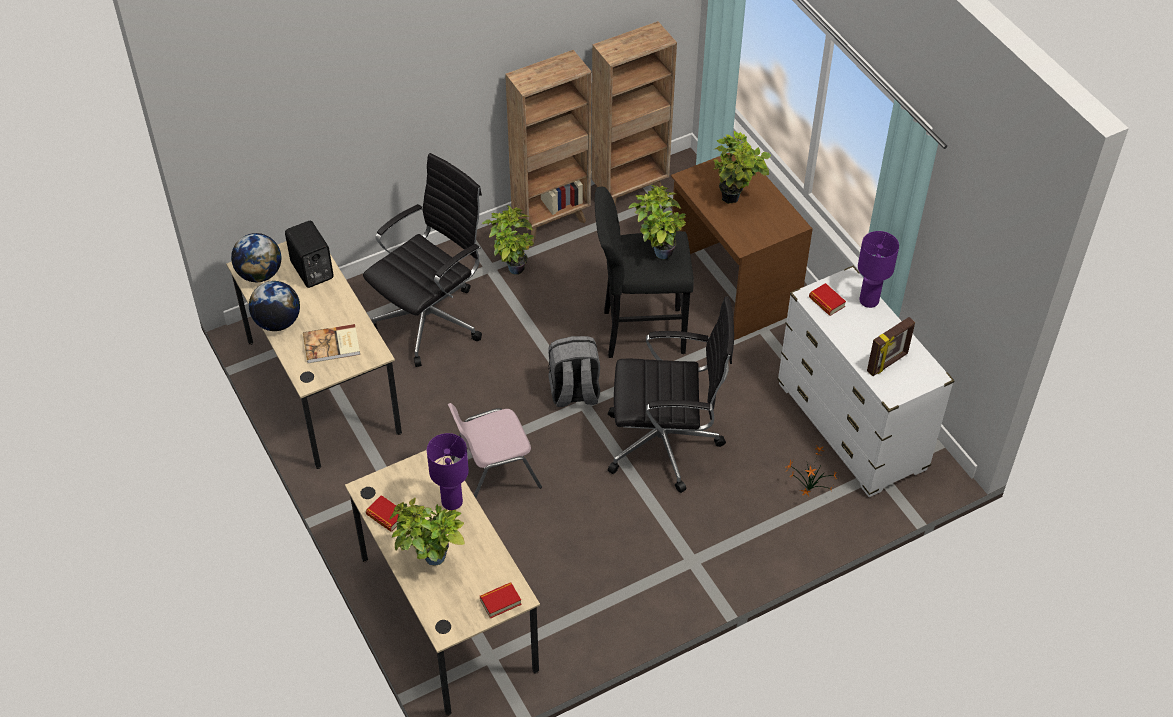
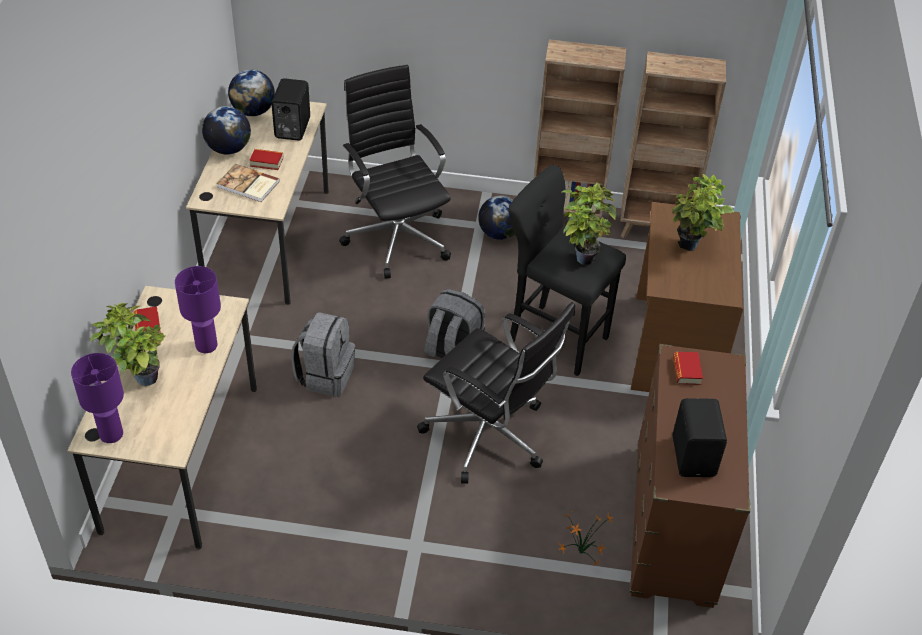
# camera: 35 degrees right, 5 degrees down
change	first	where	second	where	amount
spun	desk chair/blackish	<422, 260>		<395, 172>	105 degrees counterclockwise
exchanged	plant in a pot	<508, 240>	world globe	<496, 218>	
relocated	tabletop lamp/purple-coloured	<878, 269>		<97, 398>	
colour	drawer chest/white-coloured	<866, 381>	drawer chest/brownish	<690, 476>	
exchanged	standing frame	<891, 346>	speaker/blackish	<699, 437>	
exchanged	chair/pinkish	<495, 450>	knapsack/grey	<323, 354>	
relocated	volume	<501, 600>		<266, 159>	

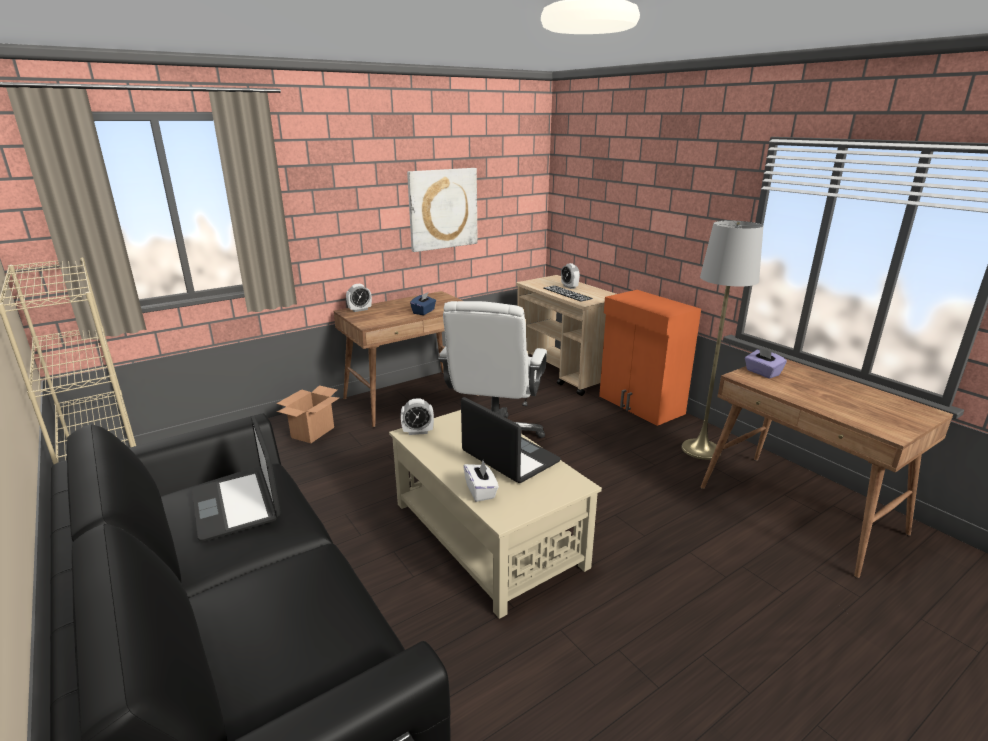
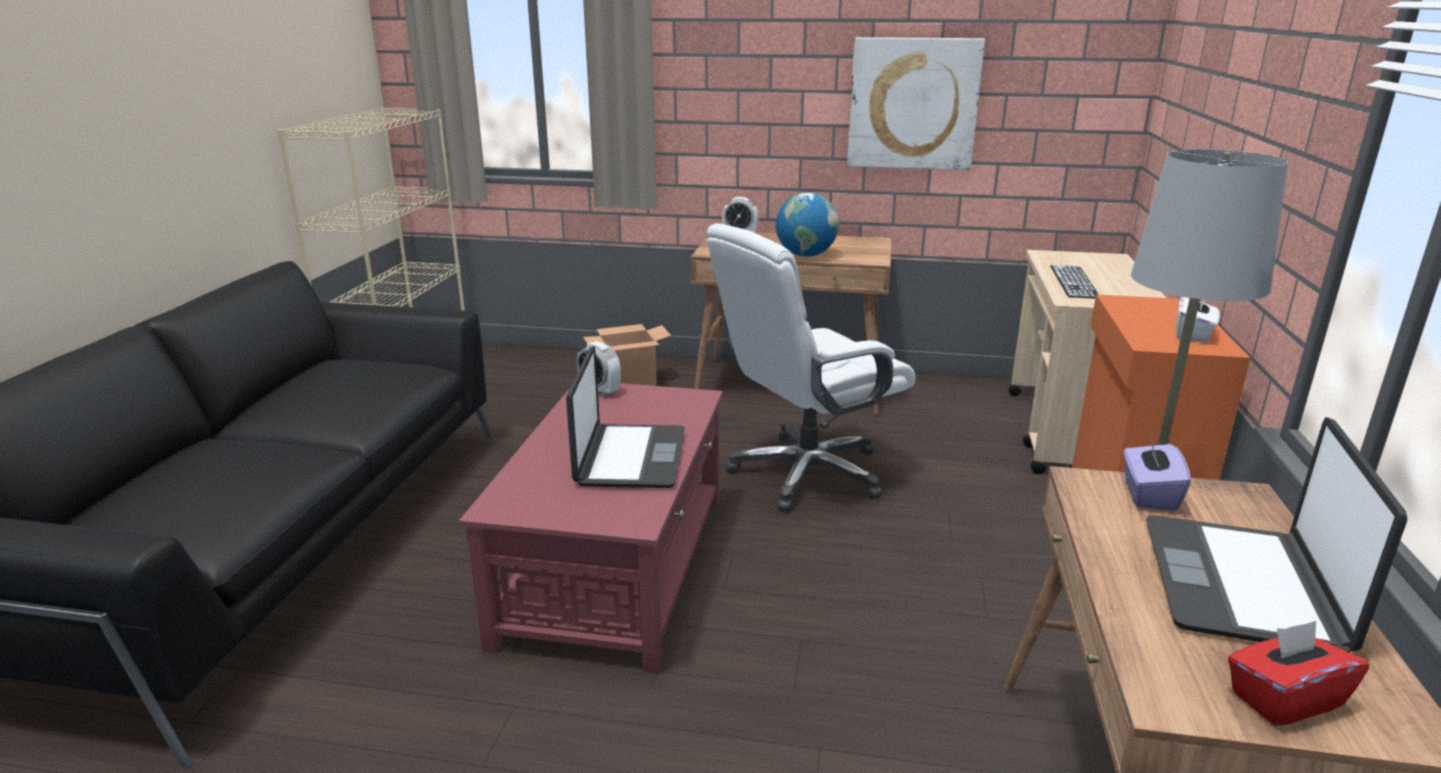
# camera: 45 degrees right, 0 degrees up
change	first	where	second	where	amount
missing	alarm clock	<570, 276>			
exchanged	tissue box/bluish	<423, 304>	world globe	<807, 225>	
colour	coffee table/sand-coloured	<495, 514>	coffee table/red	<591, 528>	
relocated	portable computer	<236, 479>		<1276, 535>	
relocated	tissue box/white-coloured	<481, 481>		<1198, 320>	
appeared			tissue box/red	<1298, 673>	

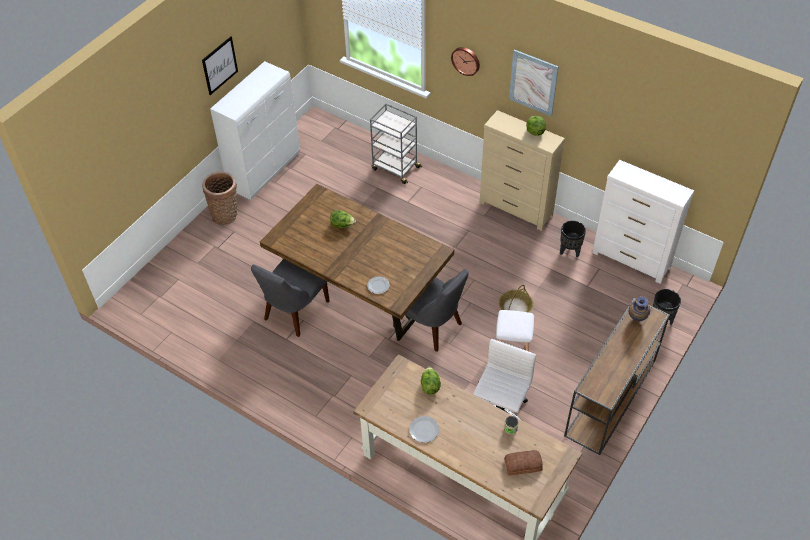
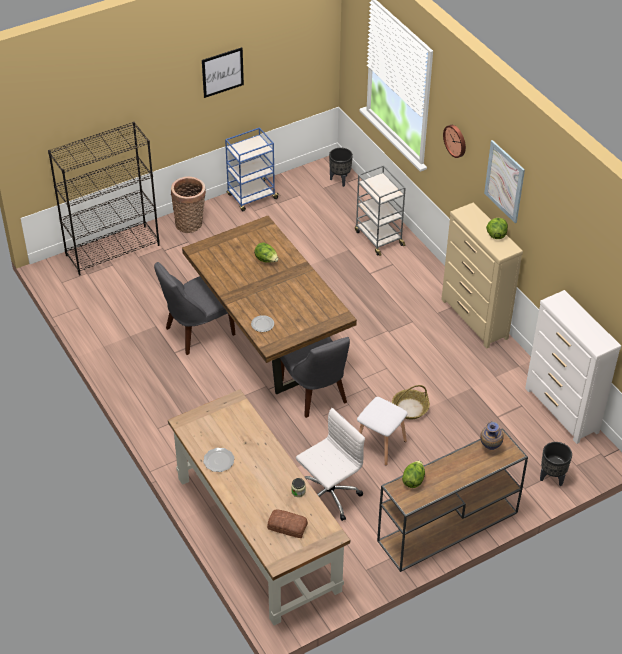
# camera: 25 degrees right, 5 degrees down
change	first	where	second	where	amount
exchanged	cupboard/white-coloured	<255, 130>	trolley/bluish	<252, 169>	
relocated	plant pot/blackish	<573, 238>		<341, 167>	
relocated	lettuce	<431, 381>		<413, 474>	
appeared			bookcase/blackish	<104, 198>	

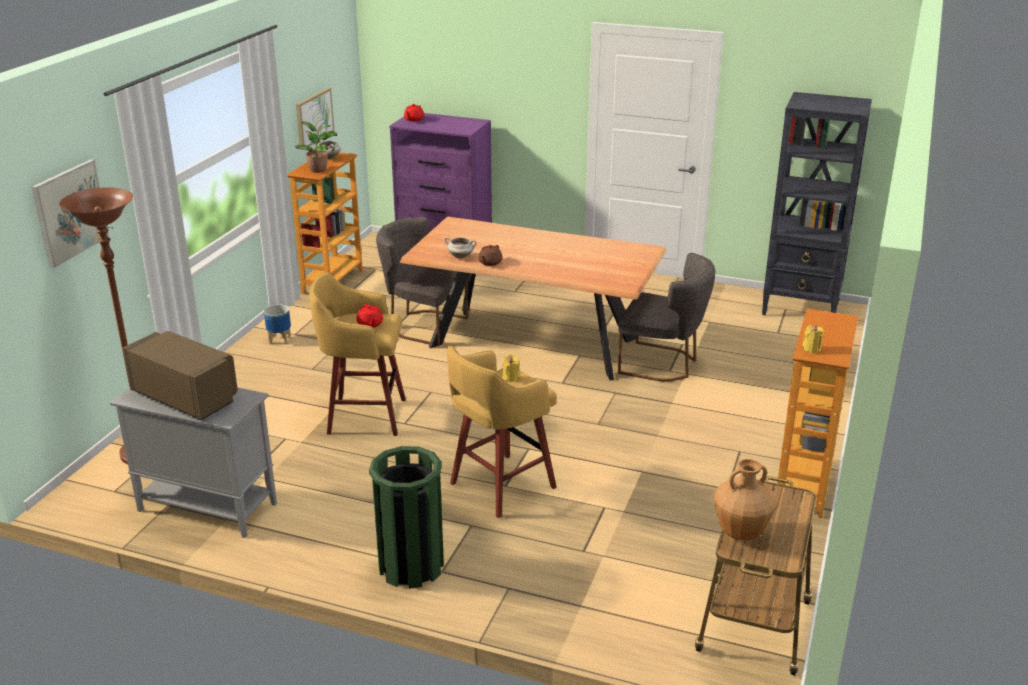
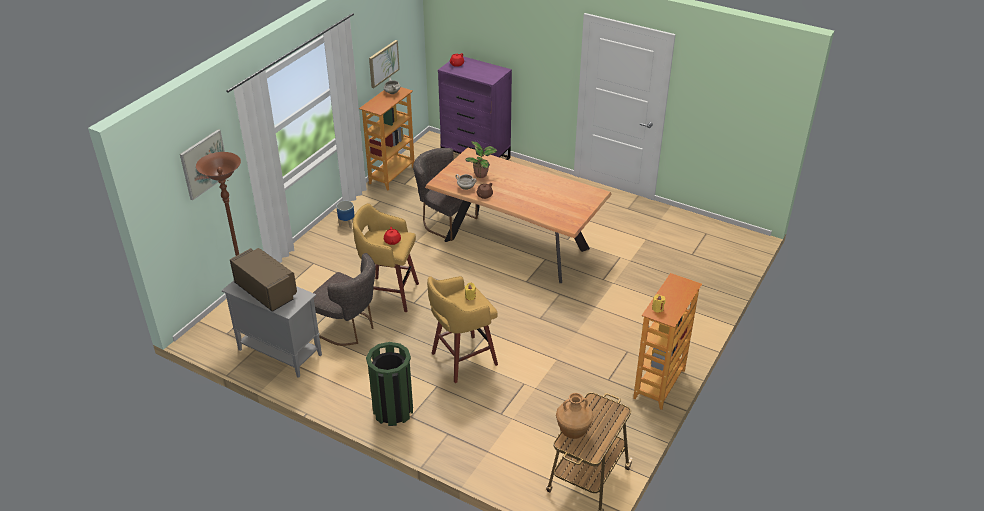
# camera: 10 degrees right, 10 degrees up
change	first	where	second	where	amount
missing	bookcase/blackish	<817, 203>			
relocated	plant in a pot	<316, 147>		<481, 159>	
relocated	chair/grey	<666, 317>		<344, 299>	

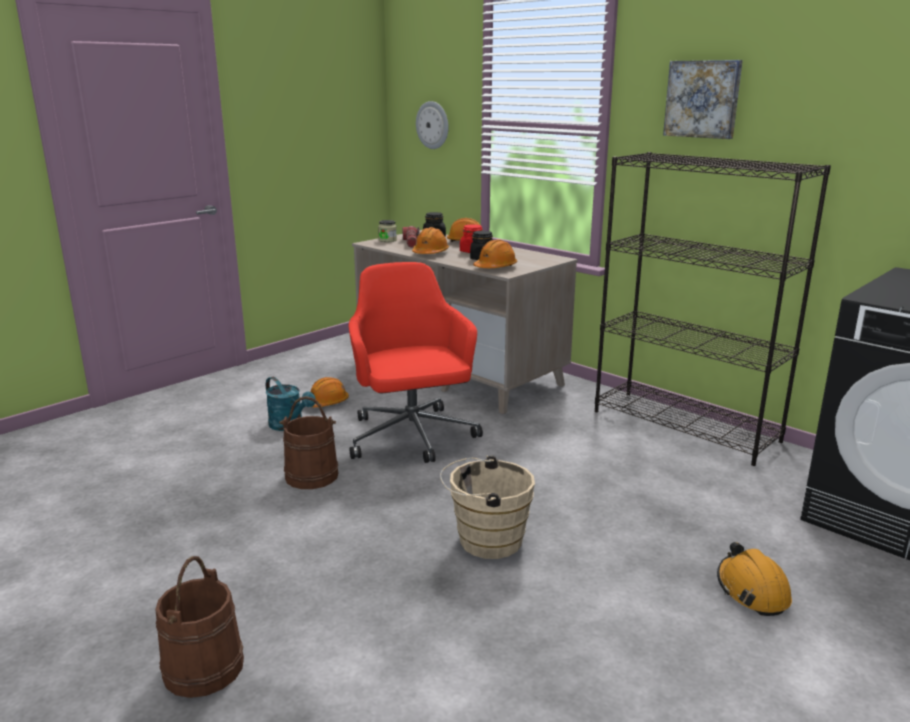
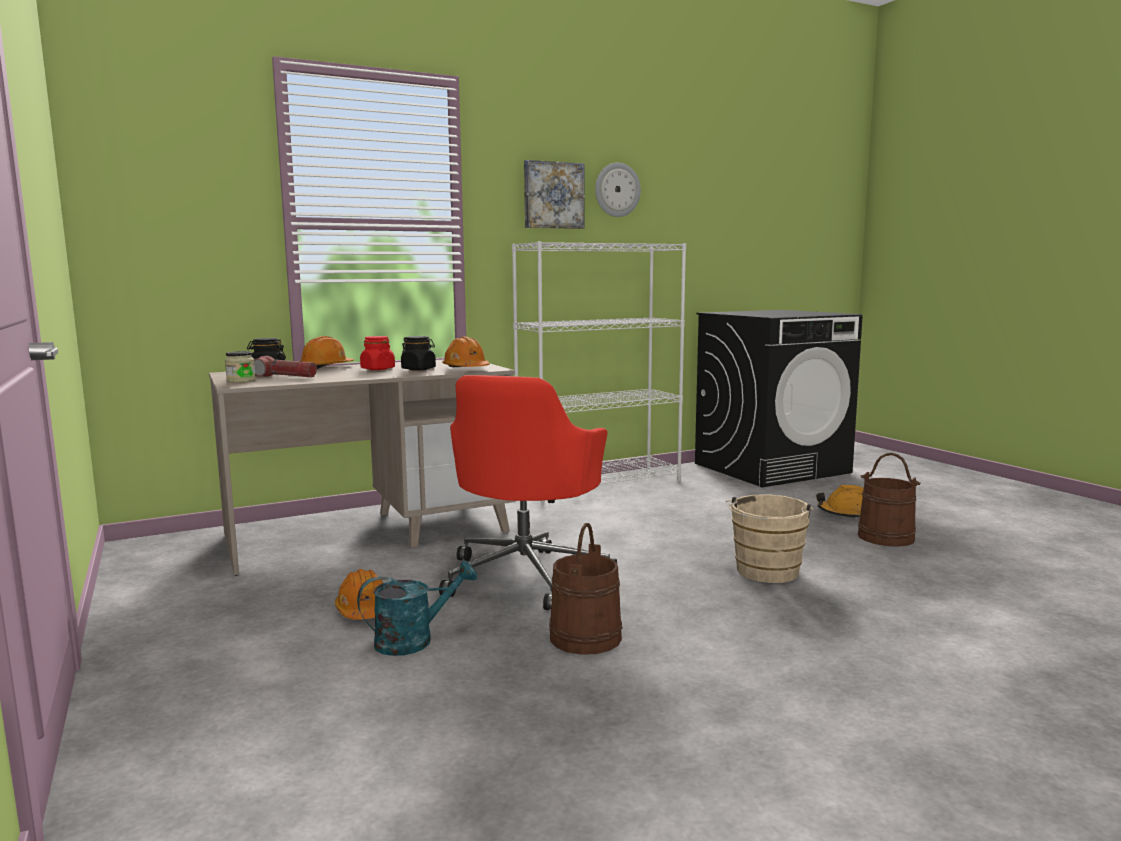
# camera: 70 degrees left, 10 degrees down
change	first	where	second	where	amount
relocated	hanging clock	<432, 125>		<618, 189>	
colour	bookcase/blackish	<713, 309>	bookcase/white-coloured	<599, 371>	
missing	hard hat/orange-coloured	<430, 240>			
spun	desk chair/red	<415, 362>		<528, 492>	75 degrees counterclockwise
relocated	water bucket/brownish	<199, 627>		<889, 500>	

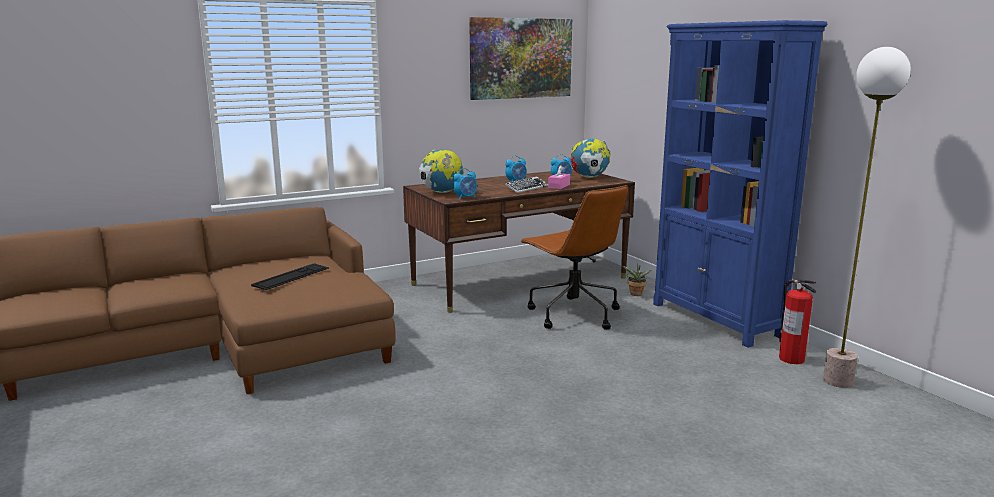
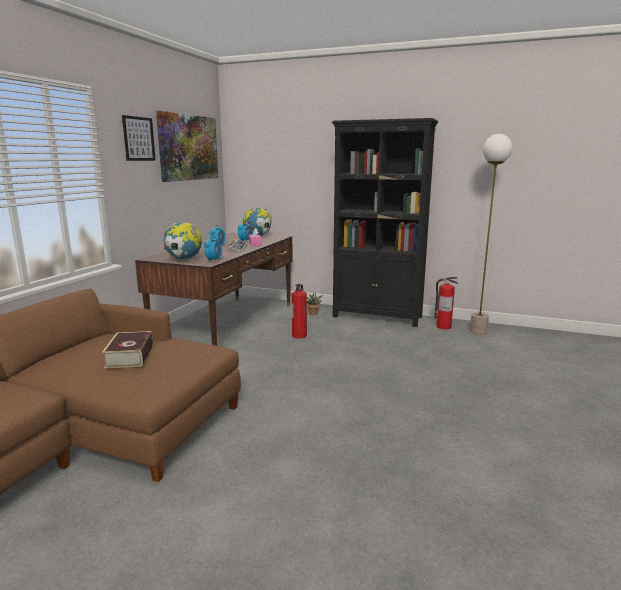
# camera: 40 degrees left, 0 degrees up
change	first	where	second	where	amount
colour	bookcase/bluish	<740, 184>	bookcase/blackish	<385, 222>	
exchanged	desk chair/brownish	<574, 257>	extinguisher	<299, 311>	
exchanged	keyboard	<290, 276>	volume	<127, 349>	
appeared			picture	<139, 138>	

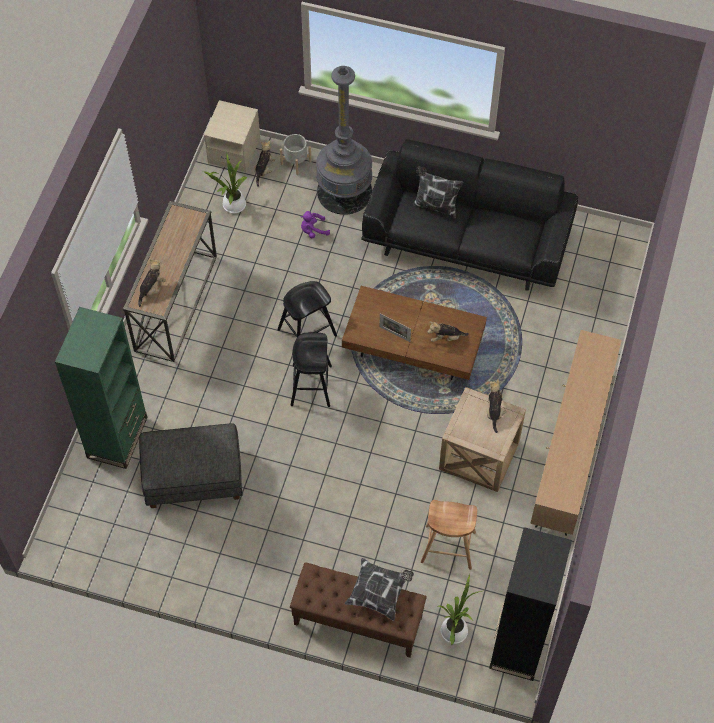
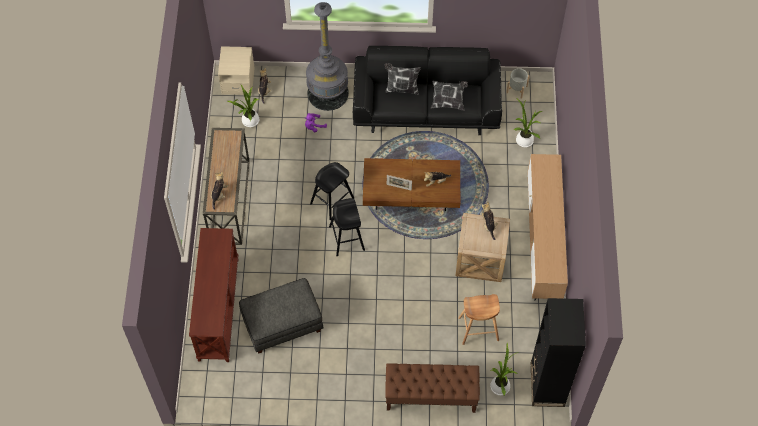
# camera: 15 degrees left, 0 degrees up
change	first	where	second	where	amount
relocated	plant pot/grey	<296, 154>		<518, 83>	
exchanged	bookcase/green	<101, 388>	narrow table/brownish	<213, 295>	
relocated	pillow	<379, 589>		<449, 96>	
appeared			plant in a pot	<528, 122>	

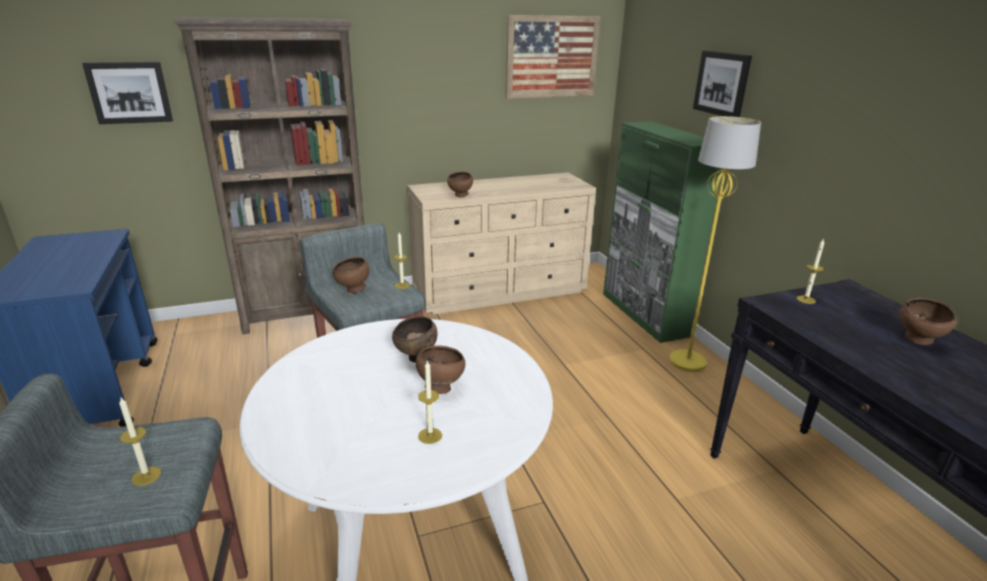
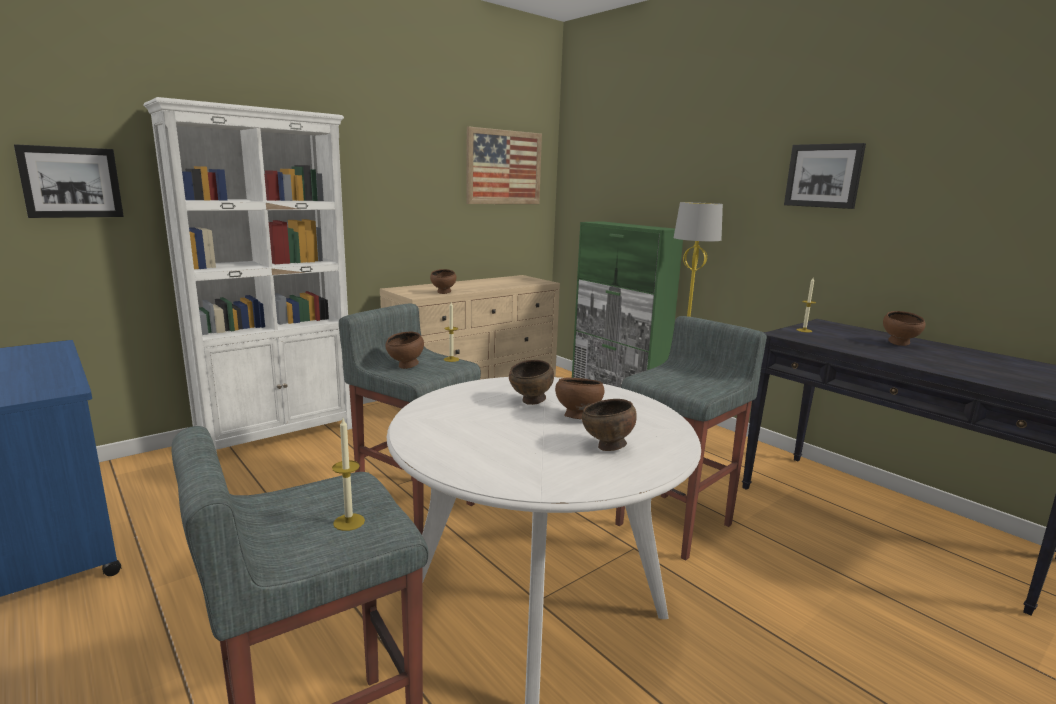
# camera: 20 degrees left, 10 degrees down
change	first	where	second	where	amount
colour	bookcase/brownish	<269, 175>	bookcase/white-coloured	<247, 274>	
relocated	picture	<722, 84>		<825, 176>	
exchanged	candle	<430, 402>	deep dish/brownish	<609, 425>	
appeared			sitting stool/grey	<691, 438>	

